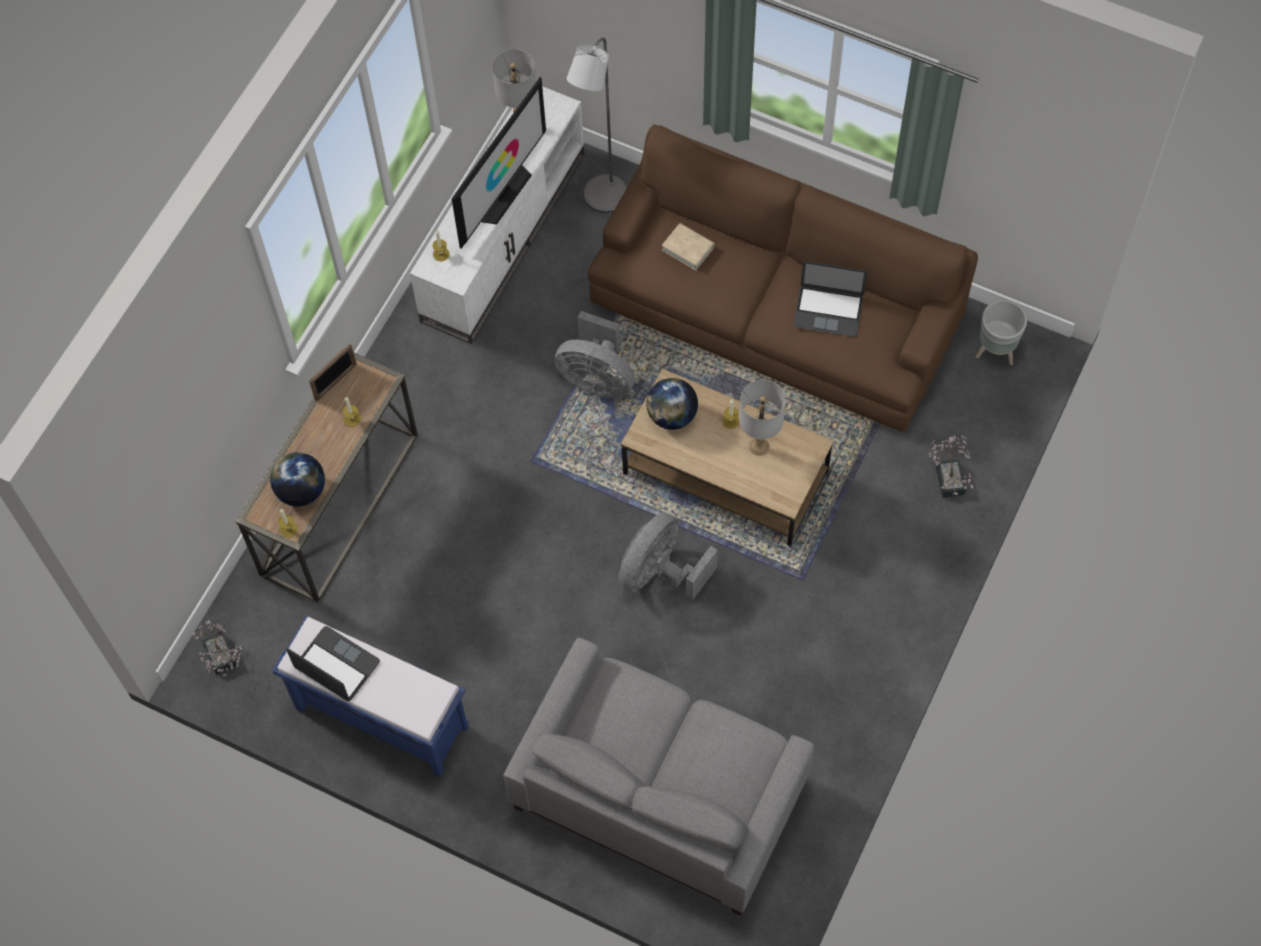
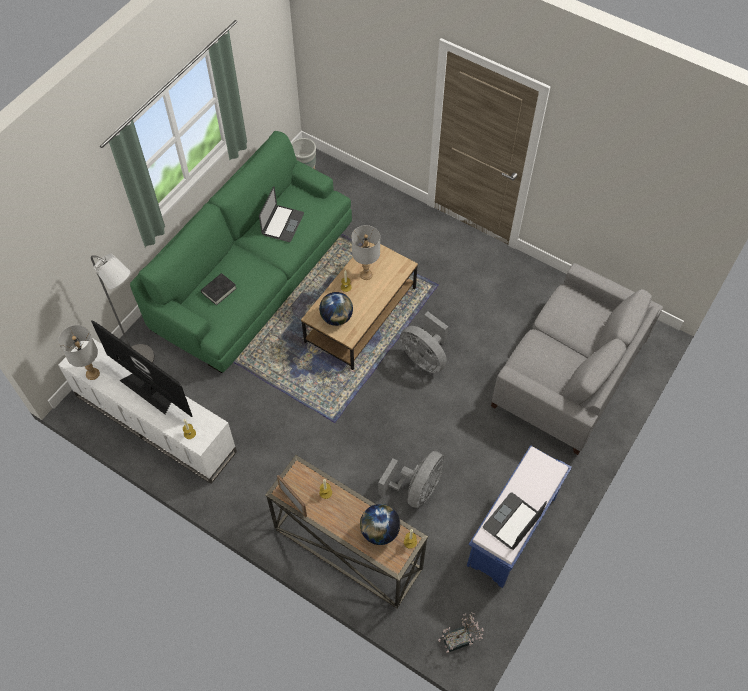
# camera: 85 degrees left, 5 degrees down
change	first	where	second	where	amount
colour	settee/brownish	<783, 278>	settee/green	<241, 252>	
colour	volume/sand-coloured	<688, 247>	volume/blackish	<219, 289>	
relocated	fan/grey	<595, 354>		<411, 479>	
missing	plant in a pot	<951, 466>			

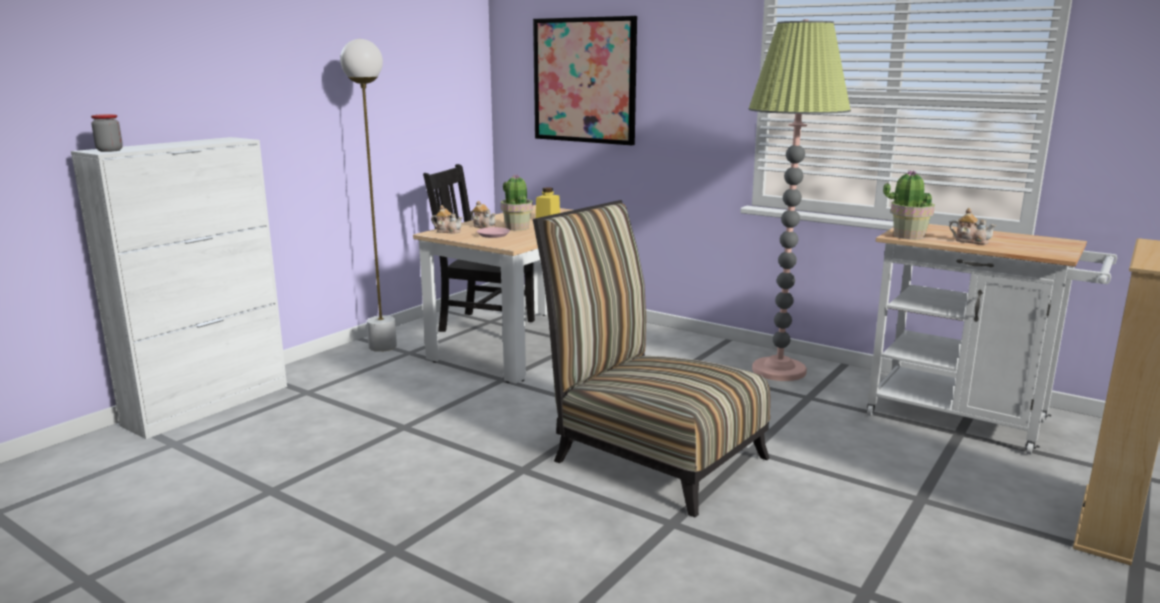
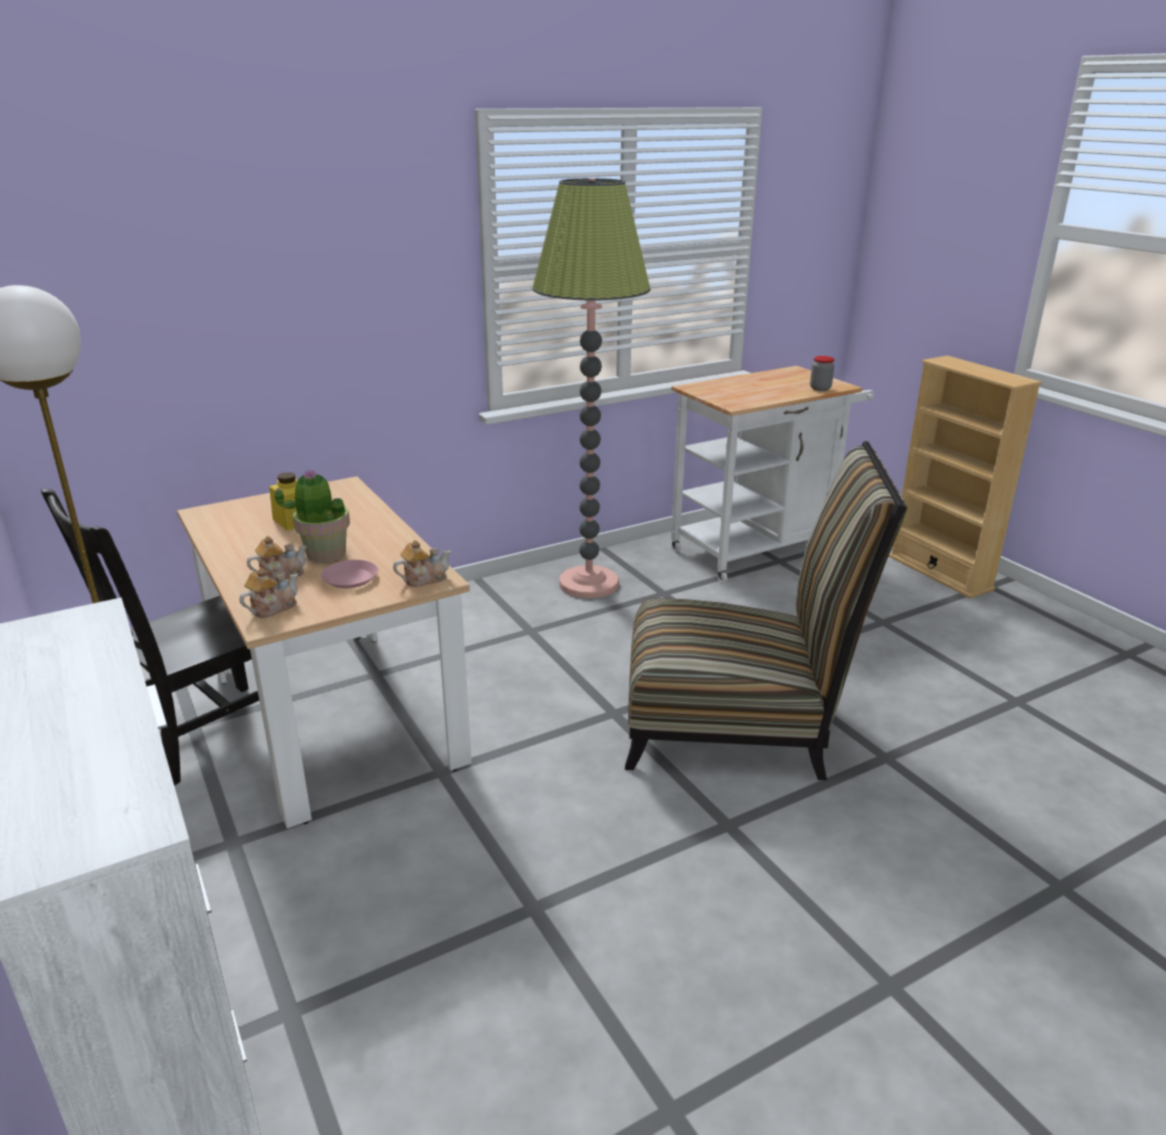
# camera: 65 degrees left, 10 degrees up
change	first	where	second	where	amount
missing	picture	<585, 80>			
relocated	jar	<107, 133>		<822, 373>	
missing	plant in a pot	<909, 205>			
spun	chair	<651, 358>		<766, 610>	150 degrees counterclockwise
relocated	tea pot	<973, 226>		<422, 563>	

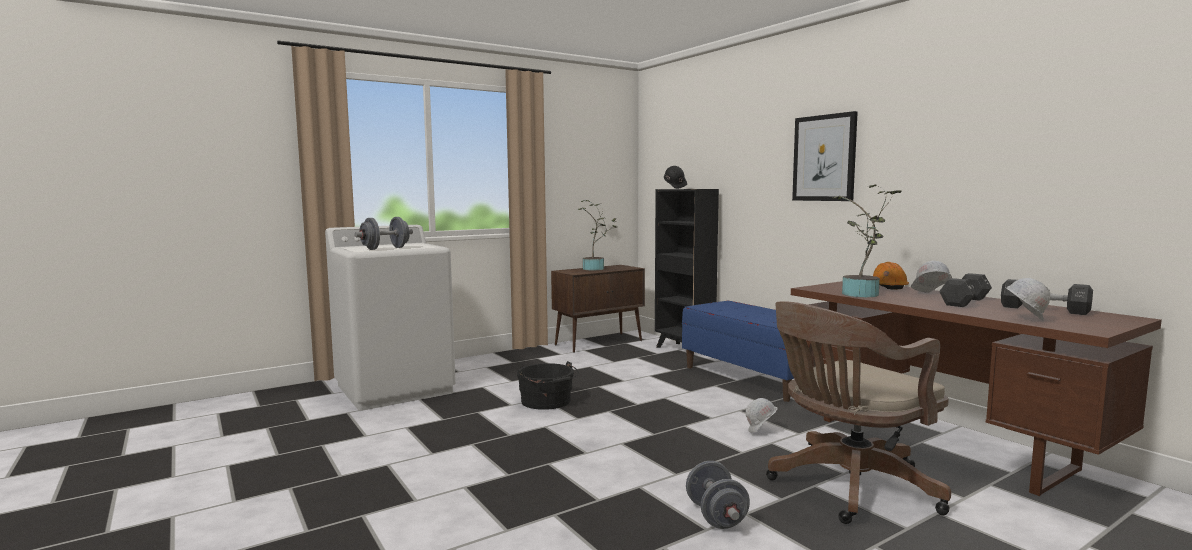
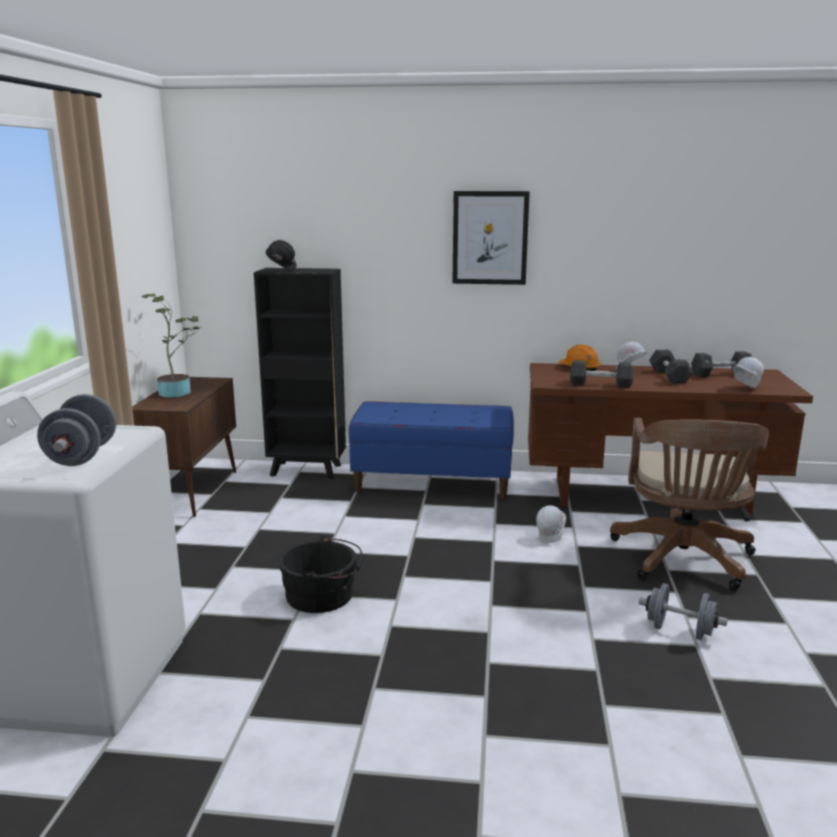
# camera: 50 degrees left, 10 degrees up
change	first	where	second	where	amount
exchanged	plant in a pot	<867, 241>	free weight/blackish	<601, 374>	

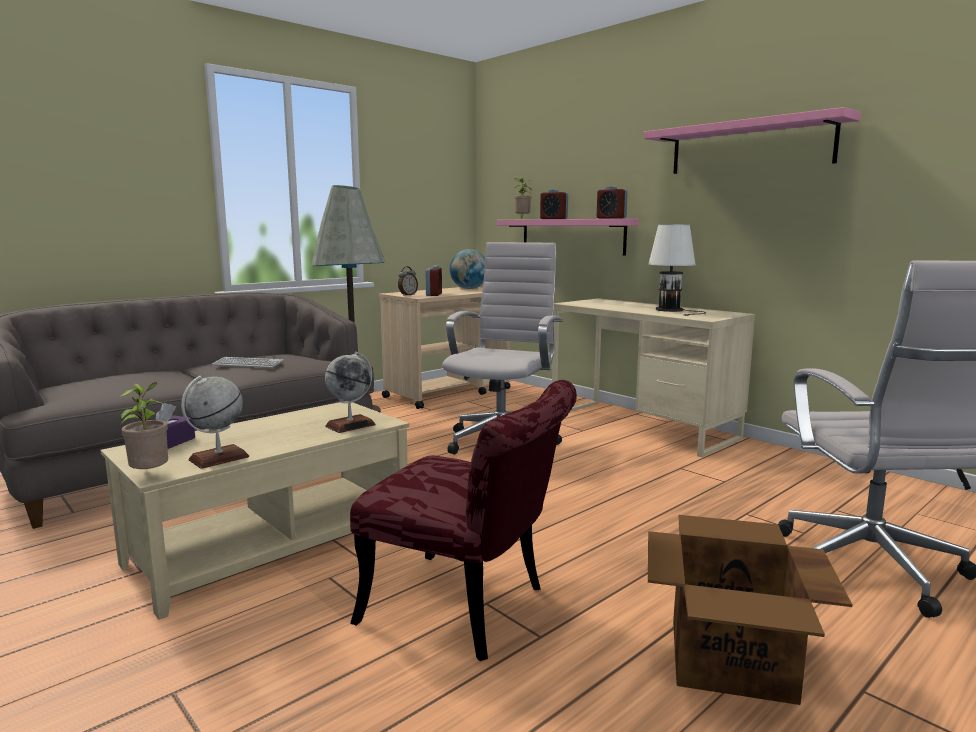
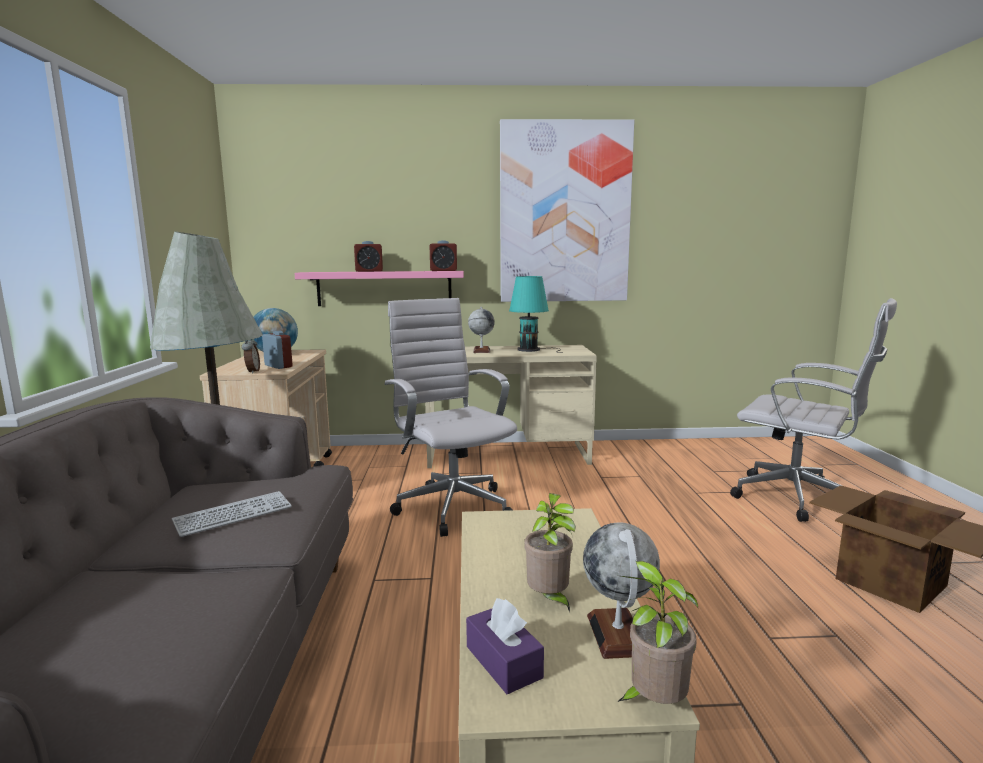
# camera: 50 degrees left, 0 degrees up
change	first	where	second	where	amount
exchanged	wall shelf/pinkish	<752, 140>	picture	<567, 210>	
relocated	plant in a pot	<523, 198>		<550, 552>	
colour	tabletop lamp/white-coloured	<677, 270>	tabletop lamp/turquoise-coloured	<536, 314>	
relocated	world globe	<350, 392>		<481, 330>	
missing	chair/red	<463, 520>			

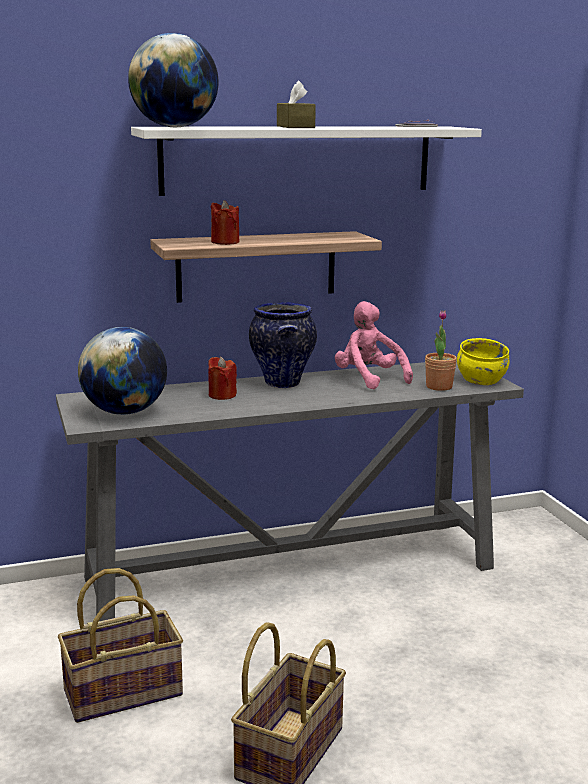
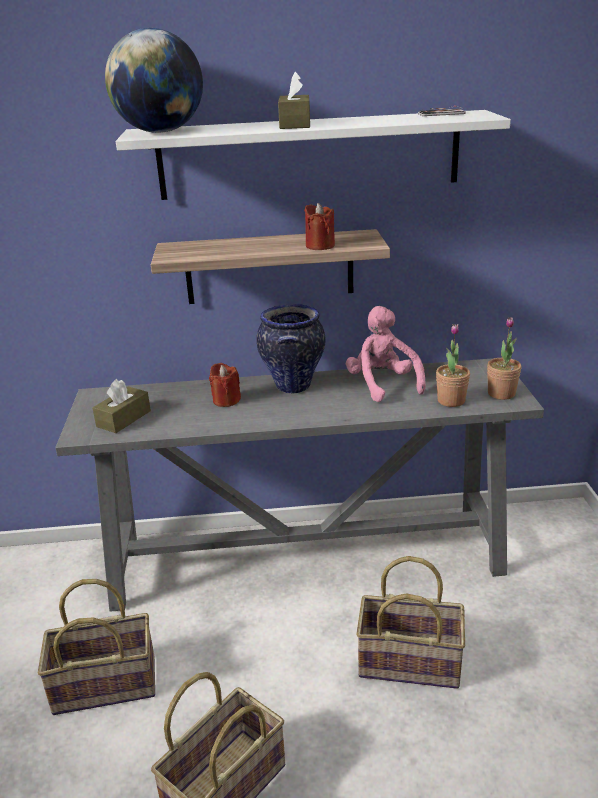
# camera: 15 degrees right, 10 degrees up
change	first	where	second	where	amount
relocated	candle/red	<225, 222>		<319, 226>	
exchanged	world globe	<122, 371>	tissue box/brownish	<122, 406>	
exchanged	deep dish/yellow	<483, 361>	plant in a pot	<504, 358>	
appeared			storage basket	<410, 622>	

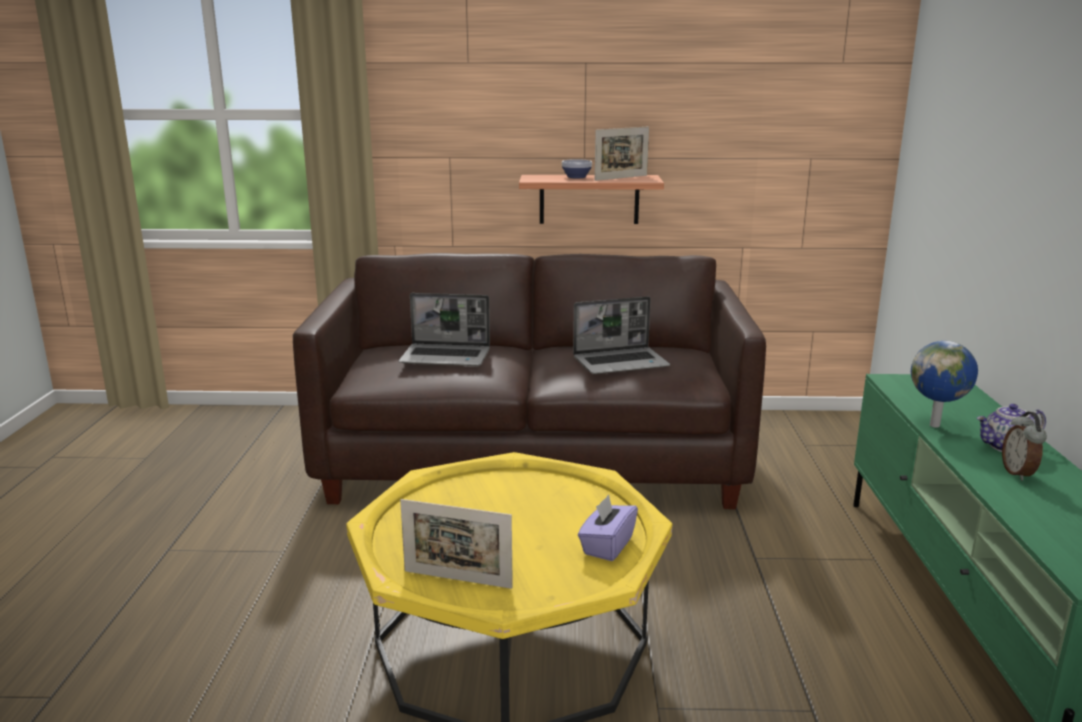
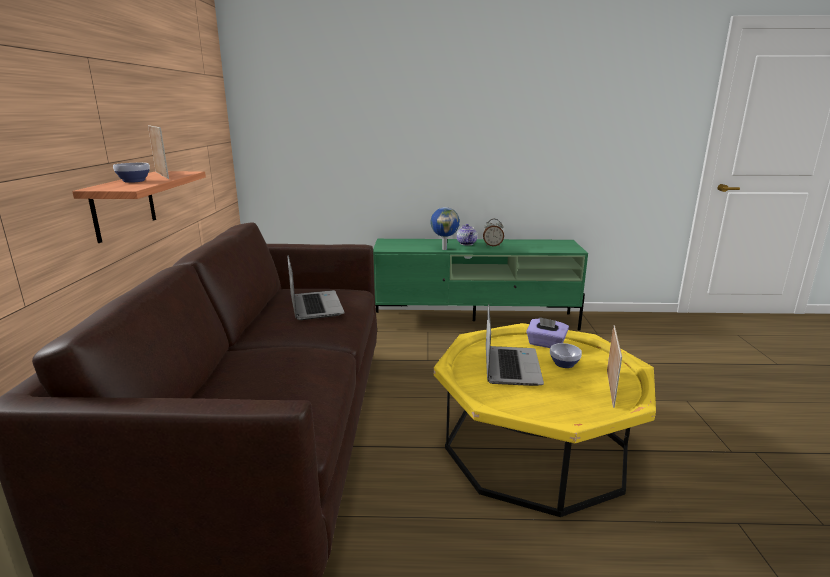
# camera: 90 degrees left, 0 degrees up
change	first	where	second	where	amount
relocated	portable computer	<444, 329>		<515, 345>	
appeared			deep dish	<566, 355>	

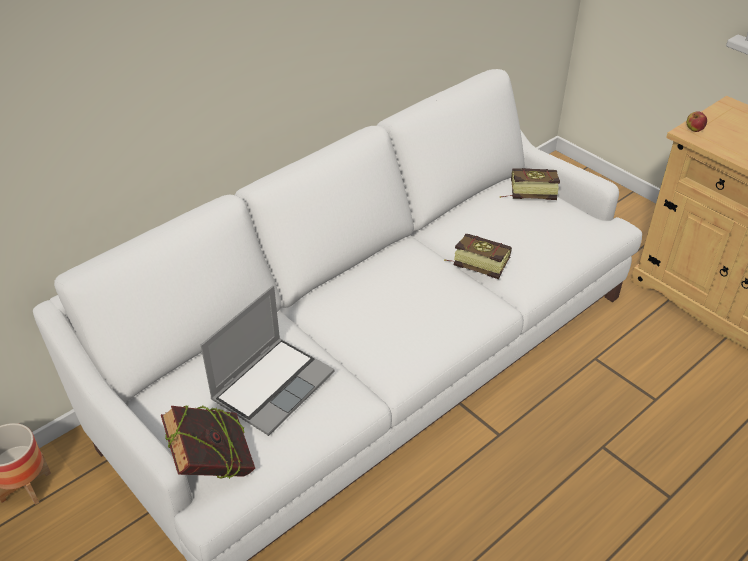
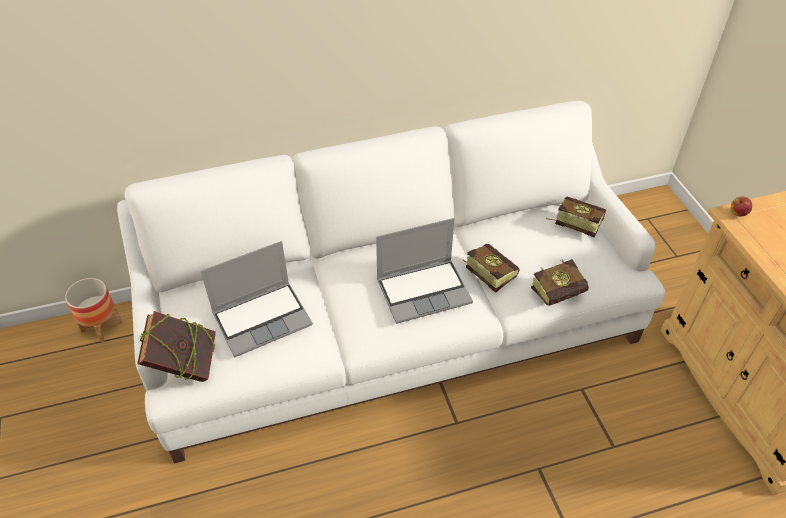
# camera: 25 degrees right, 5 degrees up
change	first	where	second	where	amount
appeared			portable computer	<424, 271>	
appeared			volume	<560, 282>	

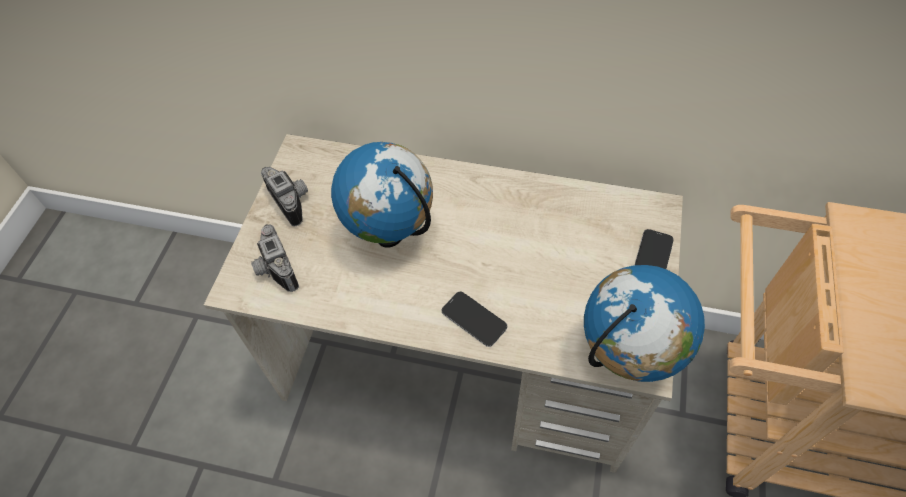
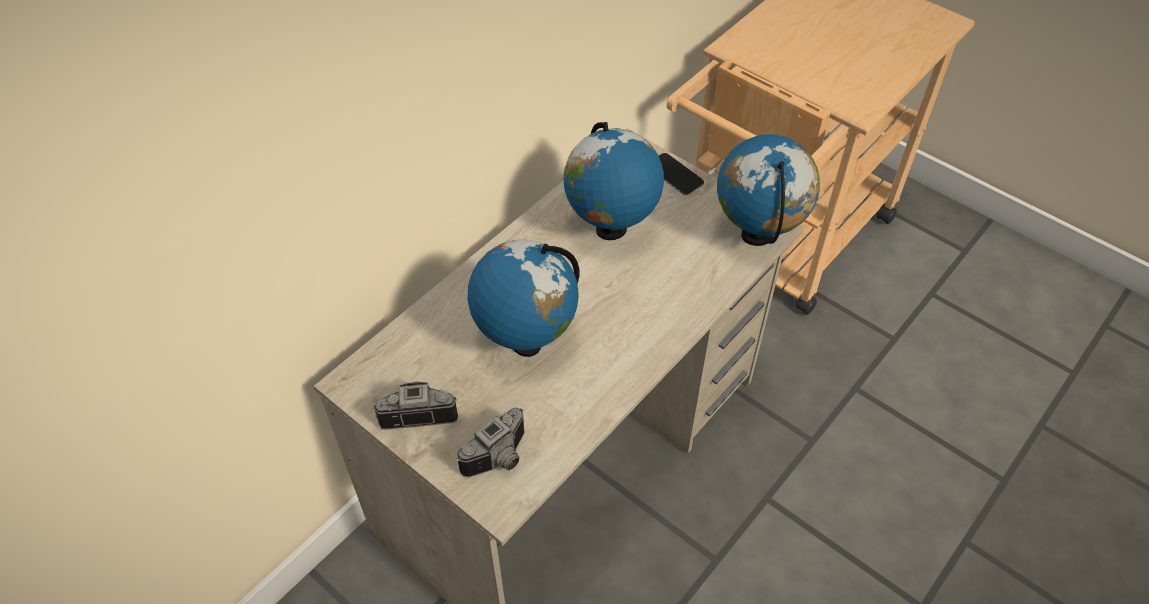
# camera: 65 degrees left, 5 degrees down
change	first	where	second	where	amount
spun	photo camera	<275, 258>		<491, 442>	45 degrees counterclockwise
missing	telephone	<474, 319>			
appeared			world globe	<613, 181>	

